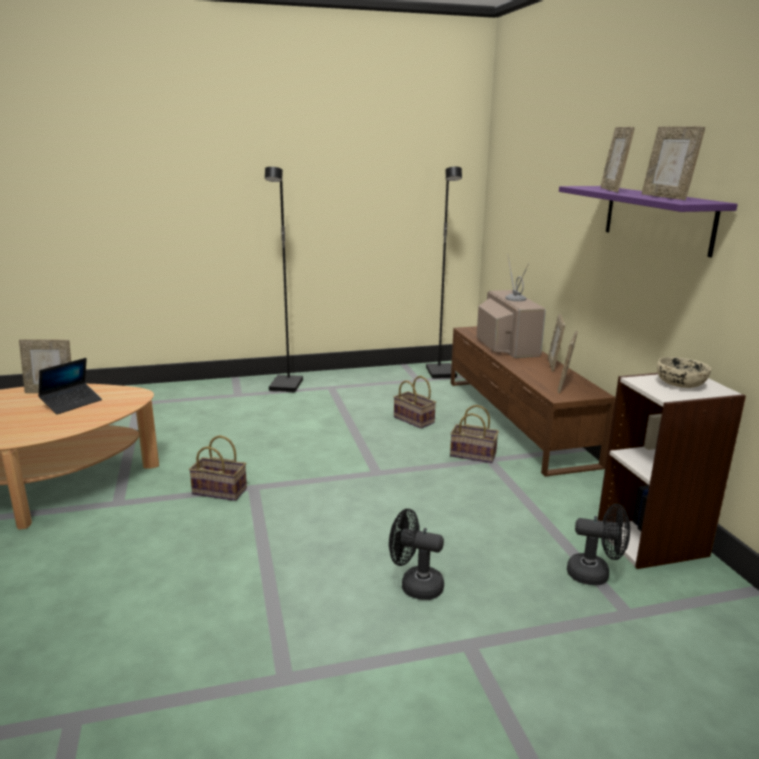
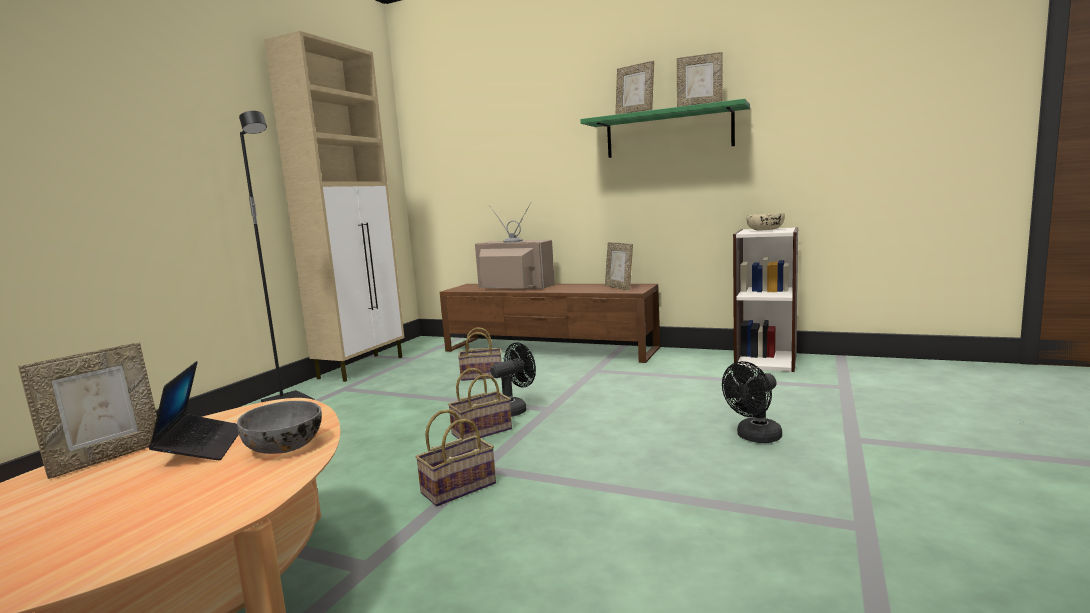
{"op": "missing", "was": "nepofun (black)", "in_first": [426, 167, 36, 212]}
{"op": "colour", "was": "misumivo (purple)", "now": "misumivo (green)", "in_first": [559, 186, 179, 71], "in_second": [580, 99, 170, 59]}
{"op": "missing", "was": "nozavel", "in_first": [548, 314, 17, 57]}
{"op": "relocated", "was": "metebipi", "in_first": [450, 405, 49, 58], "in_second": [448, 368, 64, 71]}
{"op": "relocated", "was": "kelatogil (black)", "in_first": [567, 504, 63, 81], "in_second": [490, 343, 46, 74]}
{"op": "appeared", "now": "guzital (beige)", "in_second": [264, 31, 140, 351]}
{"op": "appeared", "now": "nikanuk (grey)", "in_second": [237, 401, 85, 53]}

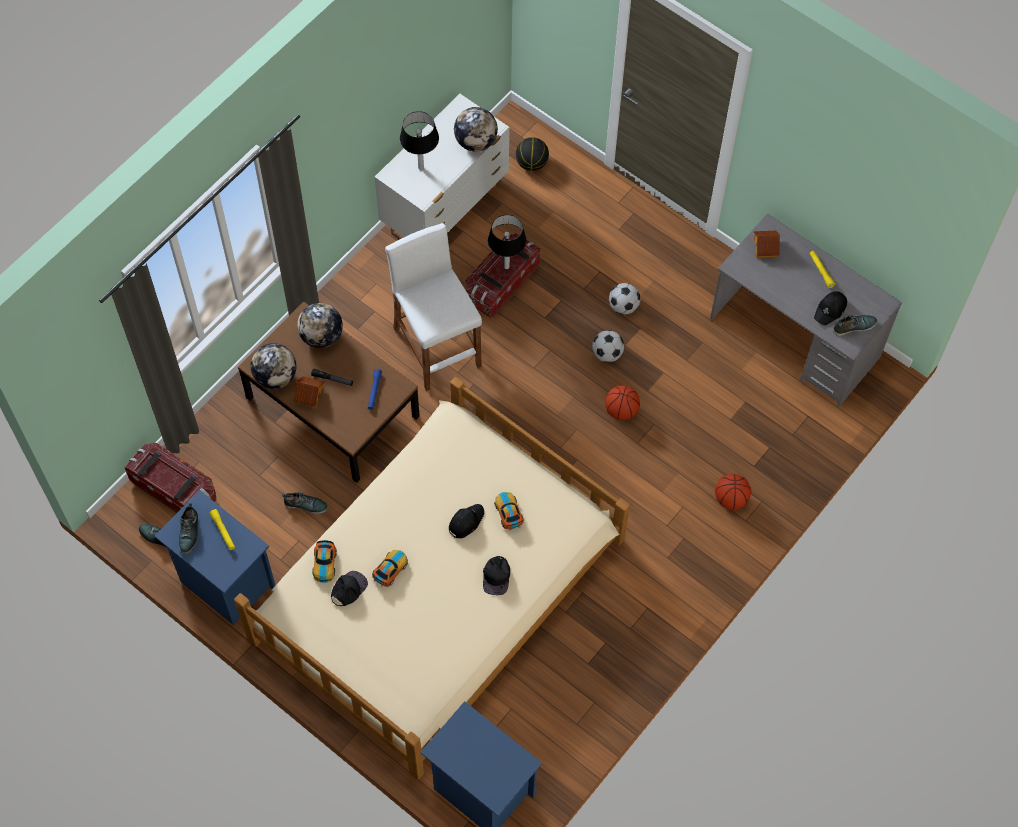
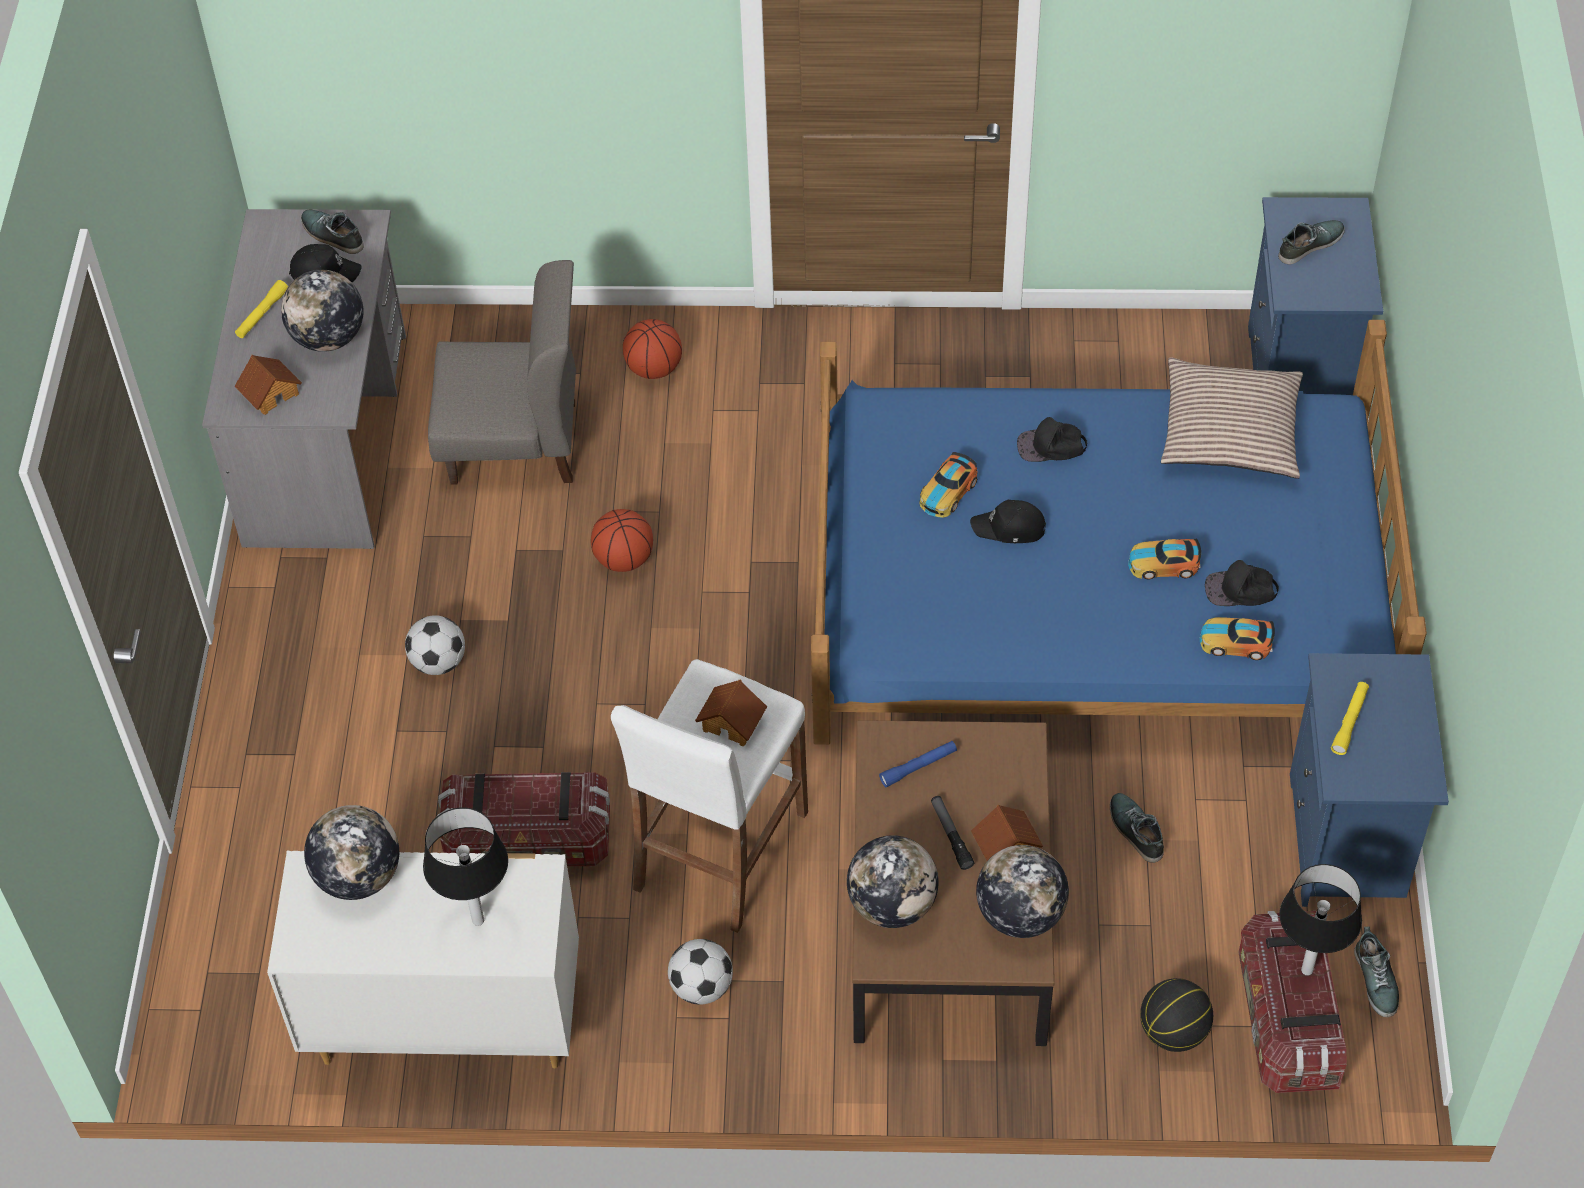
{"op": "relocated", "was": "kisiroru", "in_first": [516, 137, 33, 34], "in_second": [1140, 978, 73, 74]}
{"op": "relocated", "was": "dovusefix", "in_first": [488, 215, 38, 54], "in_second": [1279, 864, 83, 112]}
{"op": "relocated", "was": "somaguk", "in_first": [592, 330, 32, 32], "in_second": [668, 939, 65, 65]}
{"op": "colour", "was": "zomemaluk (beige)", "now": "zomemaluk (blue)", "in_first": [234, 377, 396, 403], "in_second": [811, 320, 616, 425]}
{"op": "relocated", "was": "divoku", "in_first": [179, 503, 19, 51], "in_second": [1278, 220, 67, 45]}
{"op": "spun", "was": "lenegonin", "in_first": [312, 540, 25, 43], "in_second": [1199, 617, 76, 43], "clockwise": -135}
{"op": "spun", "was": "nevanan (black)", "in_first": [483, 556, 27, 39], "in_second": [1017, 417, 70, 45], "clockwise": -150}
{"op": "appeared", "now": "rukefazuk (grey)", "in_second": [428, 260, 148, 225]}
{"op": "appeared", "now": "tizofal", "in_second": [281, 270, 83, 82]}
{"op": "appeared", "now": "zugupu", "in_second": [1161, 357, 142, 122]}
{"op": "appeared", "now": "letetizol", "in_second": [695, 680, 72, 67]}

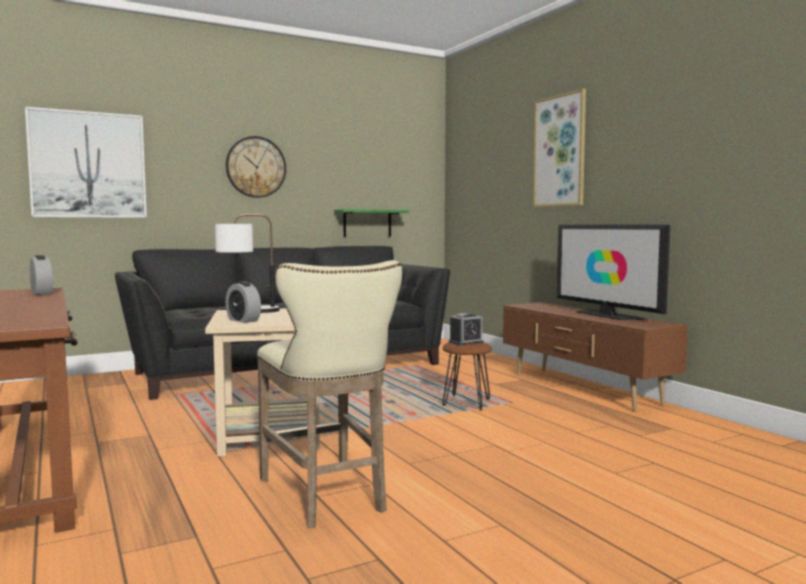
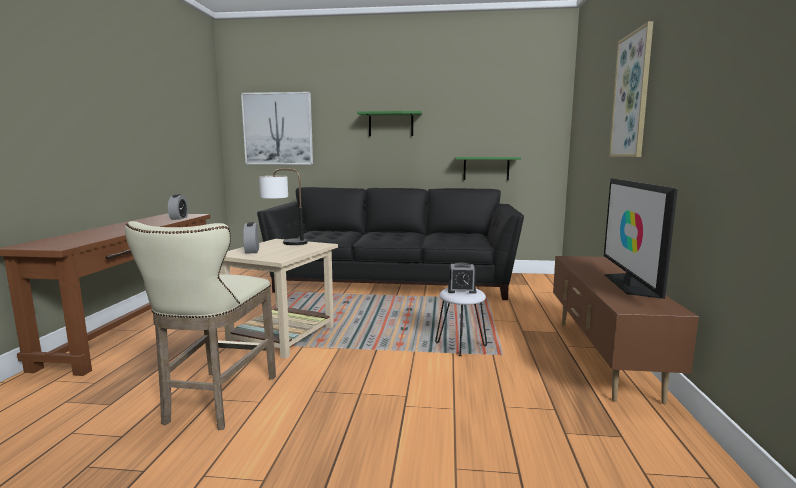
{"op": "exchanged", "was": "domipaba", "now": "misumivo (green)", "in_first": [226, 136, 60, 62], "in_second": [357, 111, 65, 25]}
{"op": "colour", "was": "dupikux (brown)", "now": "dupikux (white)", "in_first": [442, 342, 50, 69], "in_second": [435, 288, 52, 68]}

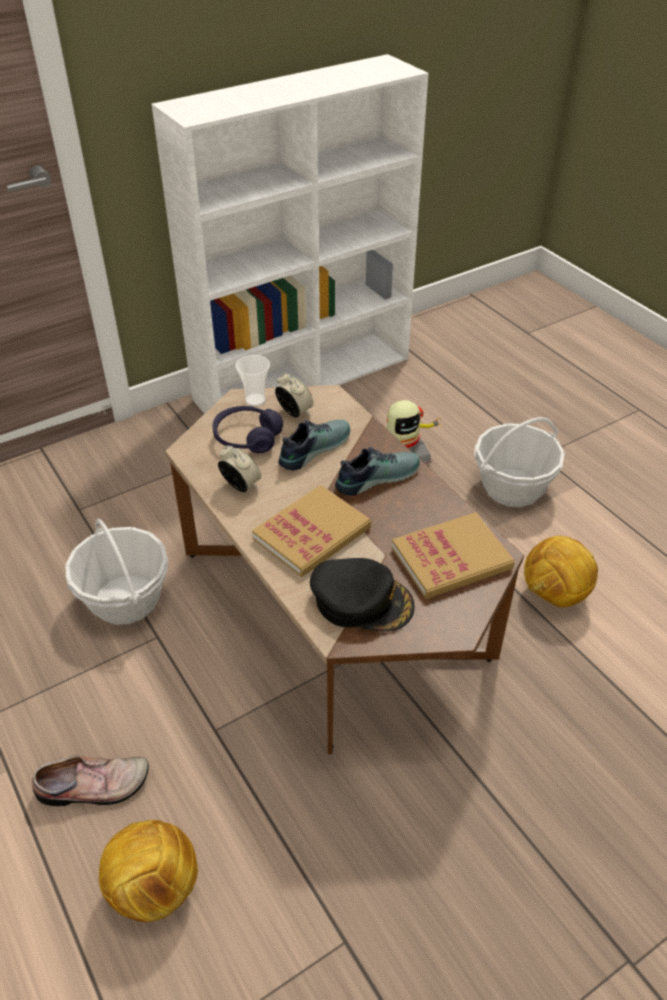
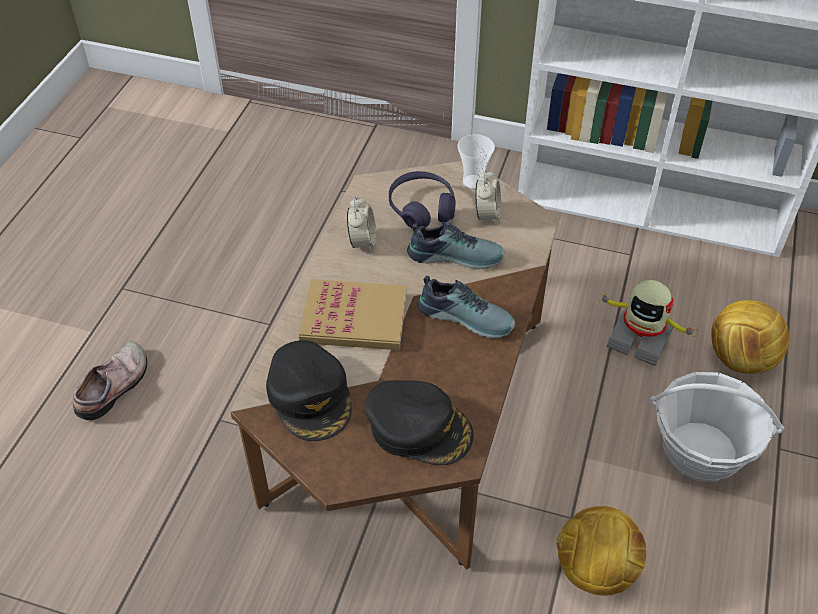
{"op": "exchanged", "was": "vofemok", "now": "nevanan (black)", "in_first": [392, 512, 123, 87], "in_second": [365, 380, 109, 85]}
{"op": "missing", "was": "metebipi", "in_first": [65, 519, 103, 106]}
{"op": "spun", "was": "divoku", "in_first": [32, 755, 117, 51], "in_second": [73, 341, 74, 79], "clockwise": -105}
{"op": "relocated", "was": "somaguk", "in_first": [99, 820, 99, 102], "in_second": [711, 300, 78, 74]}

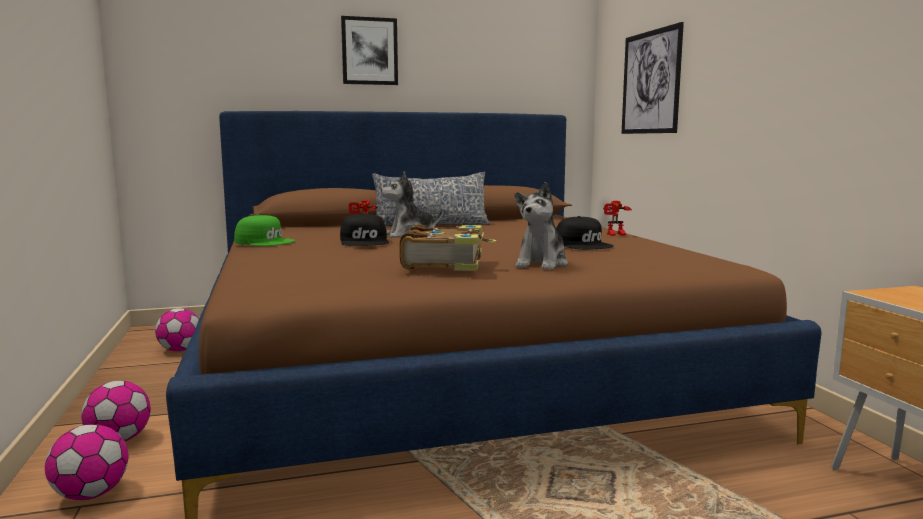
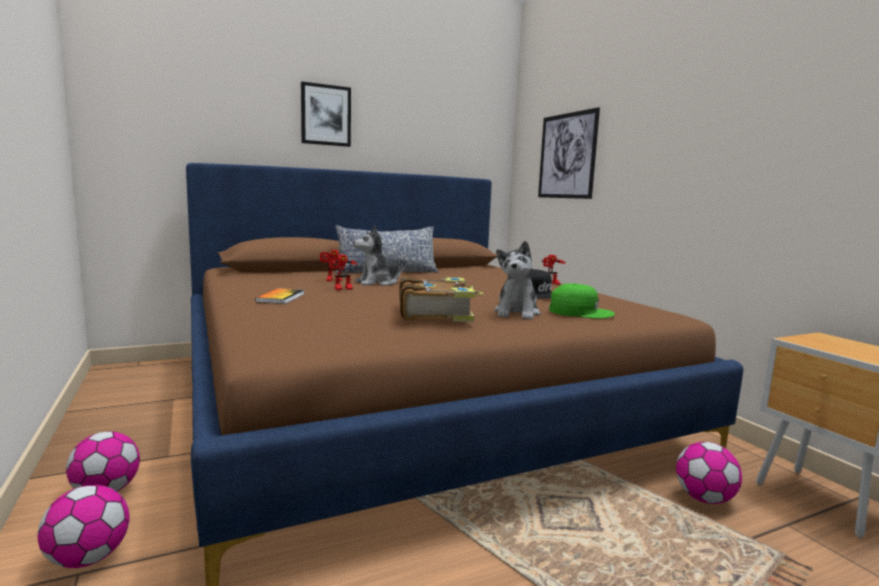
{"op": "exchanged", "was": "nevanan (black)", "now": "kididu", "in_first": [340, 213, 49, 33], "in_second": [329, 255, 28, 35]}
{"op": "relocated", "was": "nevanan (green)", "in_first": [234, 215, 62, 31], "in_second": [549, 283, 66, 36]}
{"op": "relocated", "was": "somaguk", "in_first": [155, 308, 44, 43], "in_second": [676, 442, 66, 62]}
{"op": "appeared", "now": "vofemok", "in_second": [255, 288, 49, 16]}

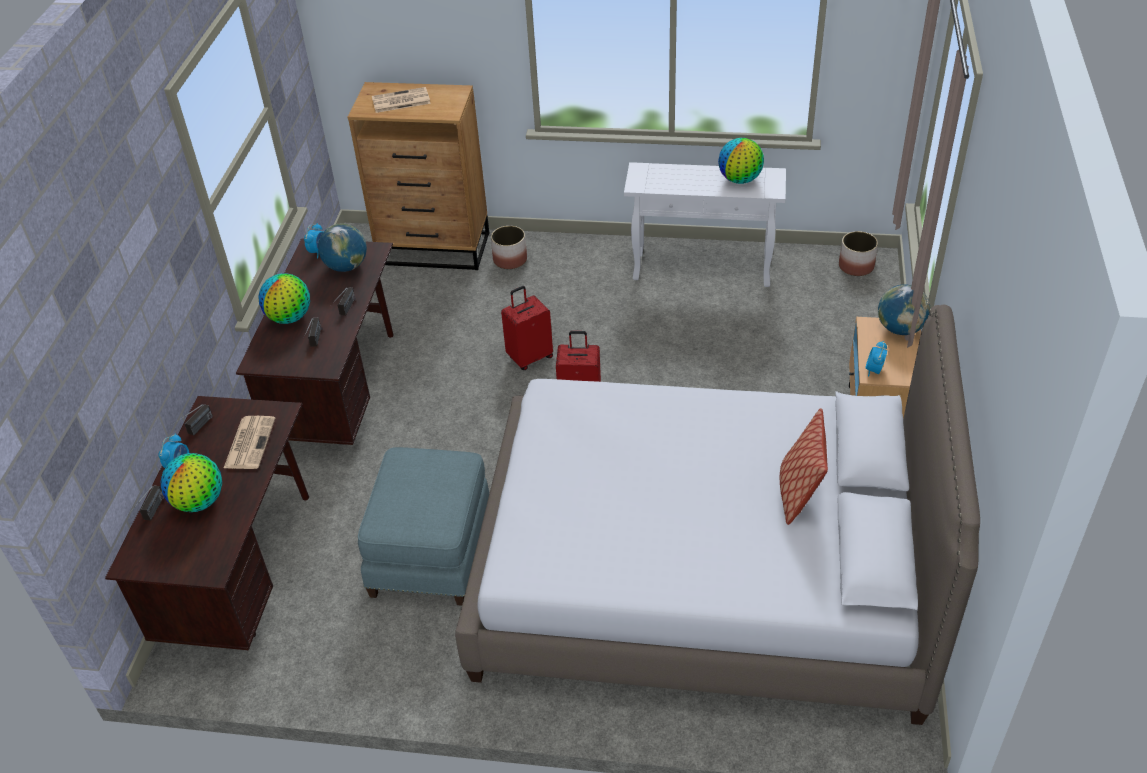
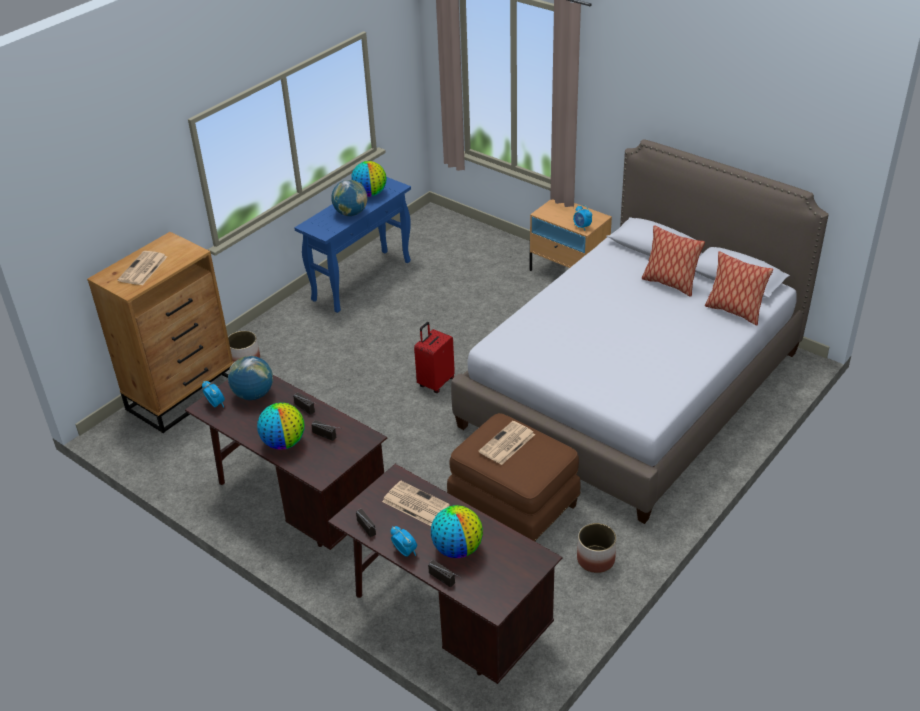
{"op": "colour", "was": "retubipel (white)", "now": "retubipel (blue)", "in_first": [624, 162, 162, 125], "in_second": [294, 177, 117, 136]}
{"op": "relocated", "was": "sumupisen", "in_first": [839, 231, 39, 45], "in_second": [577, 523, 39, 50]}
{"op": "relocated", "was": "tizofal", "in_first": [878, 284, 53, 51], "in_second": [331, 180, 36, 36]}
{"op": "missing", "was": "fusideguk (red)", "in_first": [501, 286, 52, 84]}
{"op": "colour", "was": "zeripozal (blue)", "now": "zeripozal (brown)", "in_first": [358, 447, 131, 159], "in_second": [447, 413, 134, 129]}
{"op": "appeared", "now": "zugupu", "in_second": [705, 251, 68, 75]}
{"op": "appeared", "now": "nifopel", "in_second": [479, 421, 56, 44]}

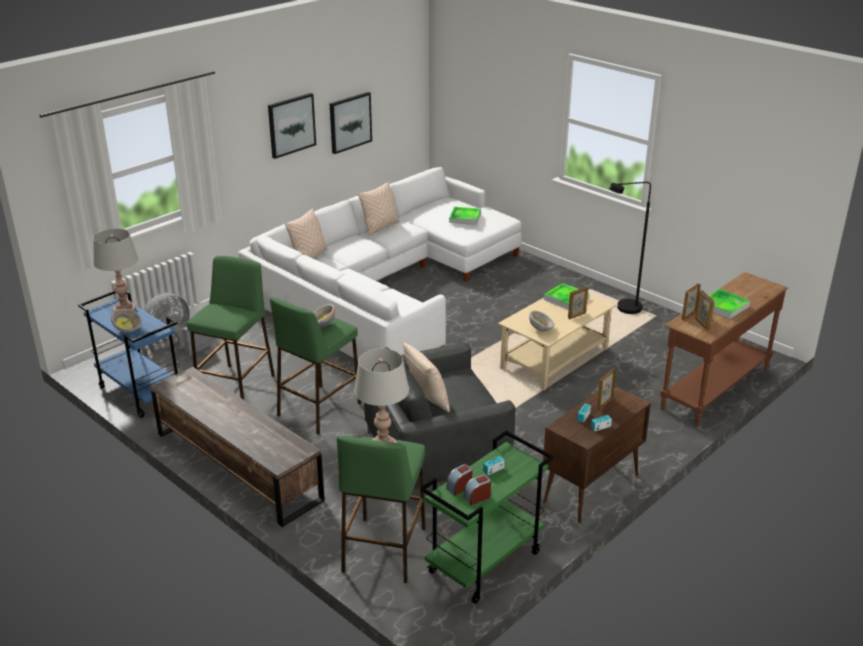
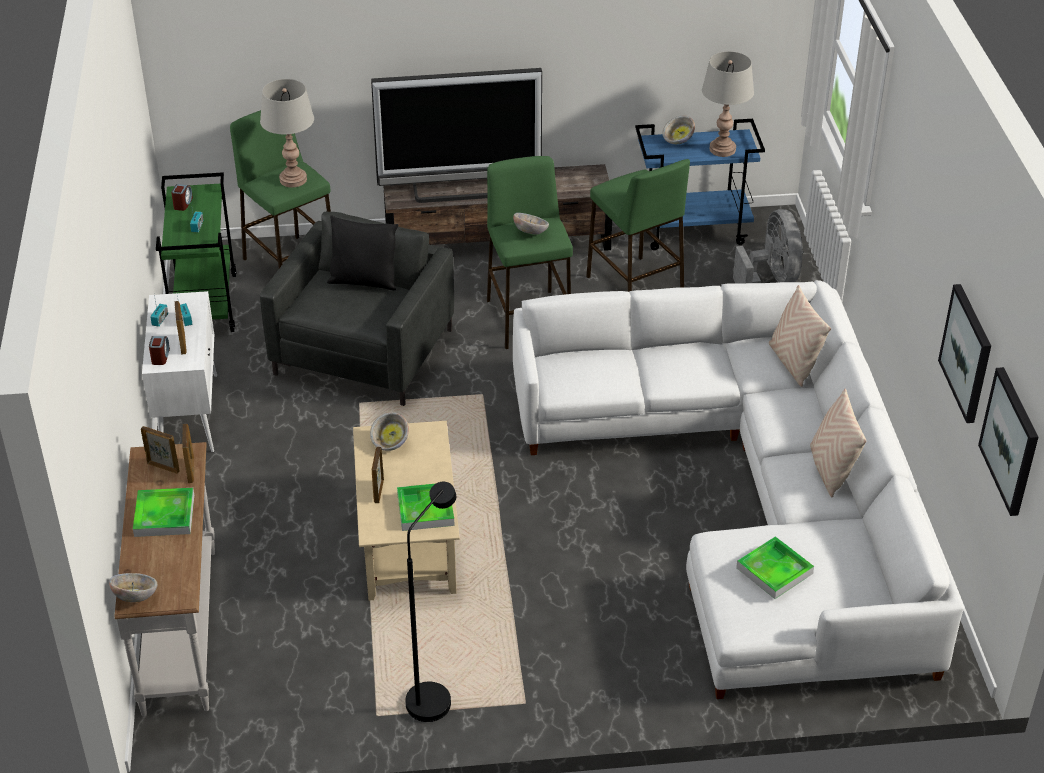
{"op": "relocated", "was": "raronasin", "in_first": [268, 93, 48, 66], "in_second": [978, 367, 60, 149]}
{"op": "colour", "was": "retubipel (brown)", "now": "retubipel (white)", "in_first": [660, 272, 128, 155], "in_second": [115, 442, 100, 274]}
{"op": "colour", "was": "zugupu (beige)", "now": "zugupu (black)", "in_first": [403, 341, 47, 72], "in_second": [327, 215, 71, 75]}
{"op": "colour", "was": "guzital (brown)", "now": "guzital (white)", "in_first": [543, 386, 108, 137], "in_second": [142, 291, 75, 161]}
{"op": "relocated", "was": "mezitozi", "in_first": [447, 464, 25, 32], "in_second": [149, 336, 21, 29]}
{"op": "appeared", "now": "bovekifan", "in_second": [371, 68, 171, 135]}
{"op": "appeared", "now": "nikanuk", "in_second": [109, 573, 49, 29]}

